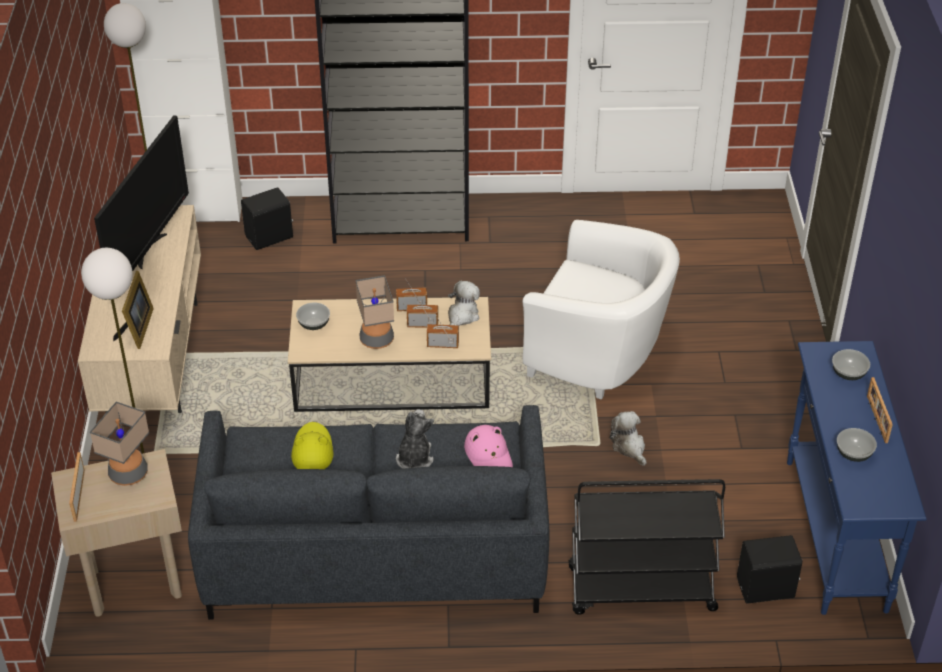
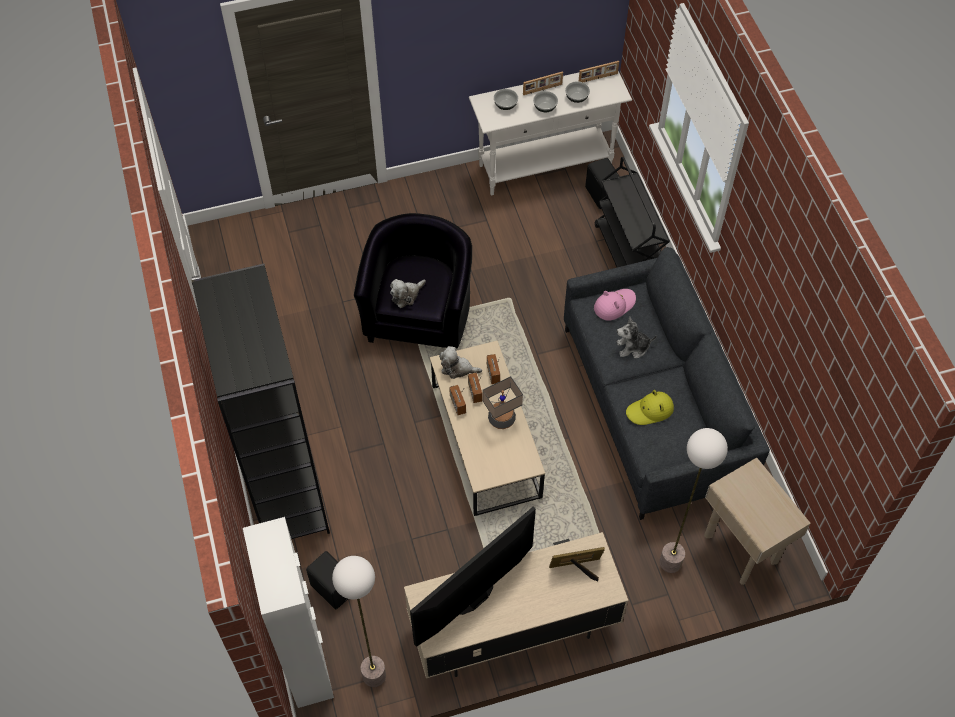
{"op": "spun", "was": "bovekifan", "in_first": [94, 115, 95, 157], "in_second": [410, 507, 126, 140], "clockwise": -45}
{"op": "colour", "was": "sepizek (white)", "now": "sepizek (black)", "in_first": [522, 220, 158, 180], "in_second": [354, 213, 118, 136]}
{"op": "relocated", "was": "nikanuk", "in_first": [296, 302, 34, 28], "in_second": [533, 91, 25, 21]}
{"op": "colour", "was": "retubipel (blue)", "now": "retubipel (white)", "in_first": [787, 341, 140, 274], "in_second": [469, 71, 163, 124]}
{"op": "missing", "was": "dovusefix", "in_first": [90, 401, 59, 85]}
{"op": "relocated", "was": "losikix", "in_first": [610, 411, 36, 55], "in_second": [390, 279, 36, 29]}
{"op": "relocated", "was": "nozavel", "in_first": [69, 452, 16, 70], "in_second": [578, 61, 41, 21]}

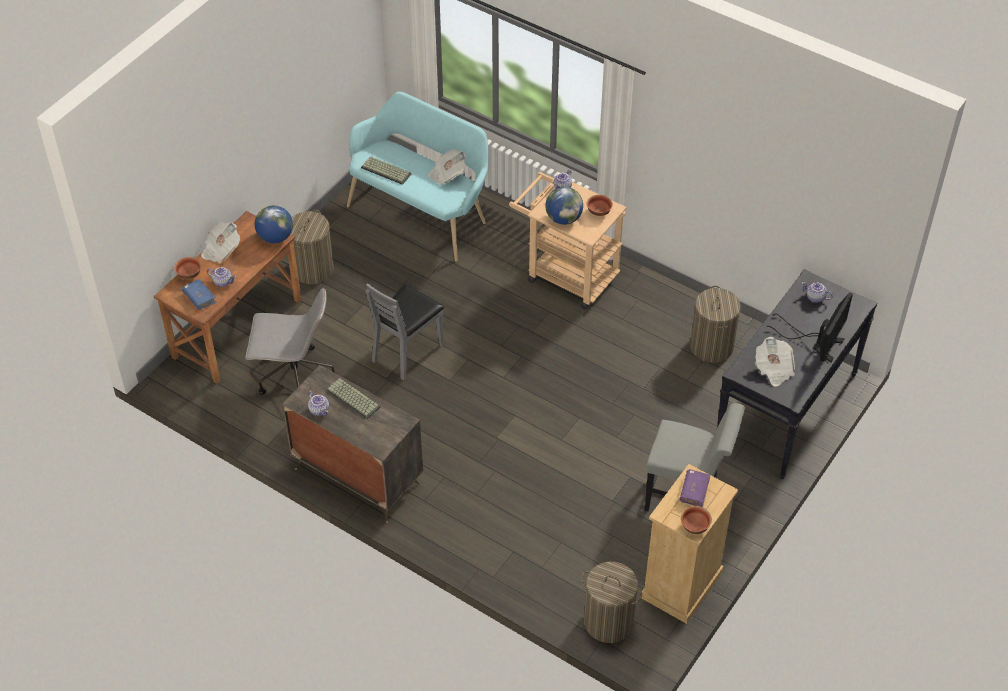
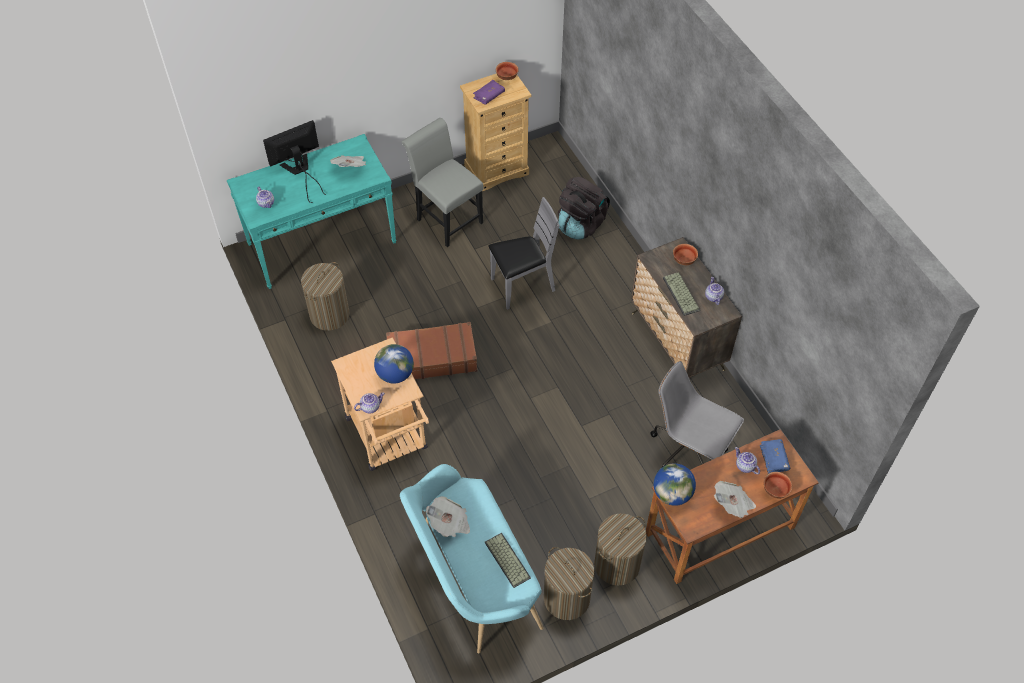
{"op": "relocated", "was": "nikanuk", "in_first": [587, 195, 26, 21], "in_second": [673, 244, 25, 21]}
{"op": "colour", "was": "retubipel (black)", "now": "retubipel (turquoise)", "in_first": [717, 269, 160, 211], "in_second": [227, 134, 170, 155]}
{"op": "relocated", "was": "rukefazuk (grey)", "in_first": [365, 283, 79, 97], "in_second": [488, 197, 72, 113]}
{"op": "relocated", "was": "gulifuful", "in_first": [581, 562, 61, 81], "in_second": [544, 547, 50, 73]}
{"op": "appeared", "now": "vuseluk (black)", "in_second": [558, 177, 52, 63]}
{"op": "appeared", "now": "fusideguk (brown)", "in_second": [386, 322, 91, 57]}

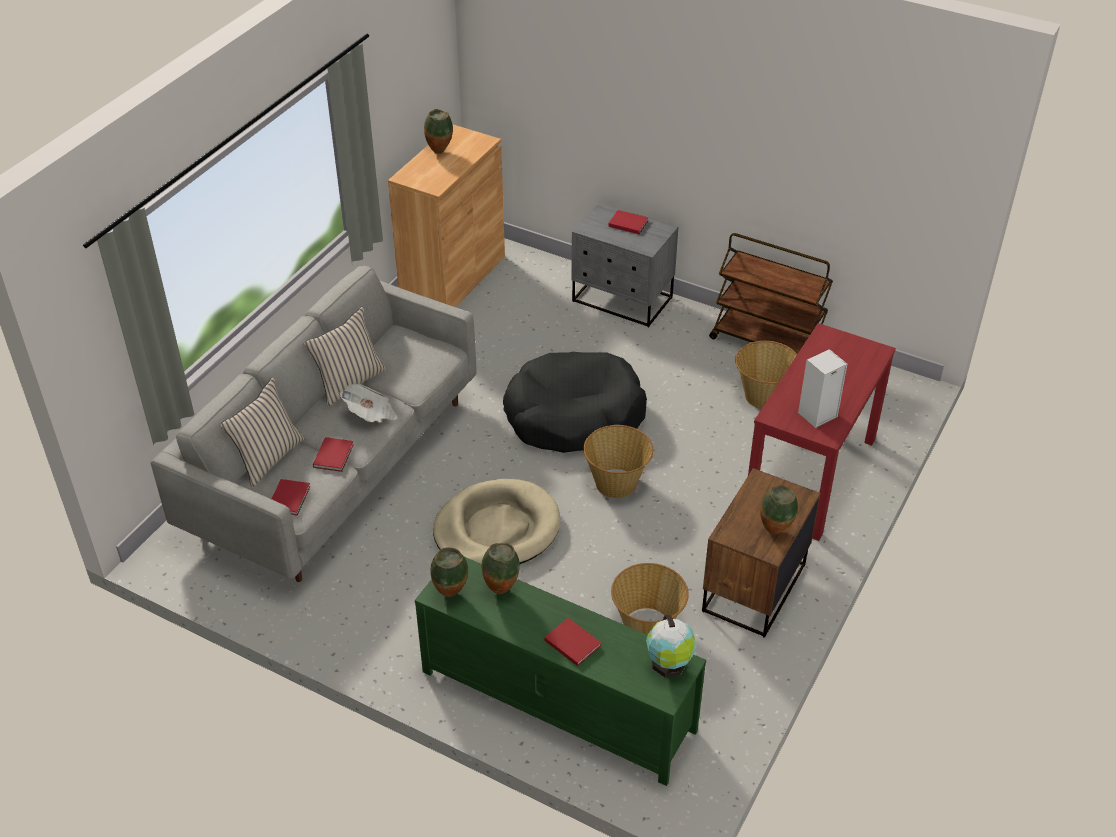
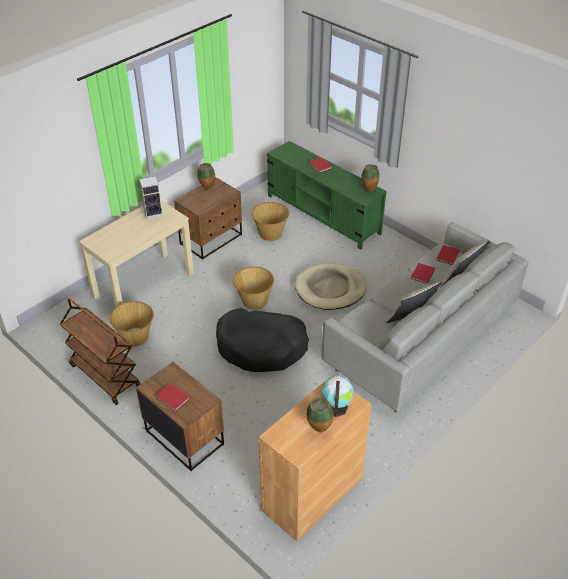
{"op": "colour", "was": "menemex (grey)", "now": "menemex (brown)", "in_first": [571, 202, 107, 125], "in_second": [136, 362, 88, 109]}
{"op": "colour", "was": "retubipel (red)", "now": "retubipel (beige)", "in_first": [748, 323, 148, 218], "in_second": [79, 200, 115, 107]}
{"op": "missing", "was": "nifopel", "in_first": [340, 384, 58, 39]}
{"op": "missing", "was": "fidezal", "in_first": [482, 542, 38, 52]}
{"op": "relocated", "was": "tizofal", "in_first": [646, 615, 50, 62], "in_second": [321, 375, 33, 42]}

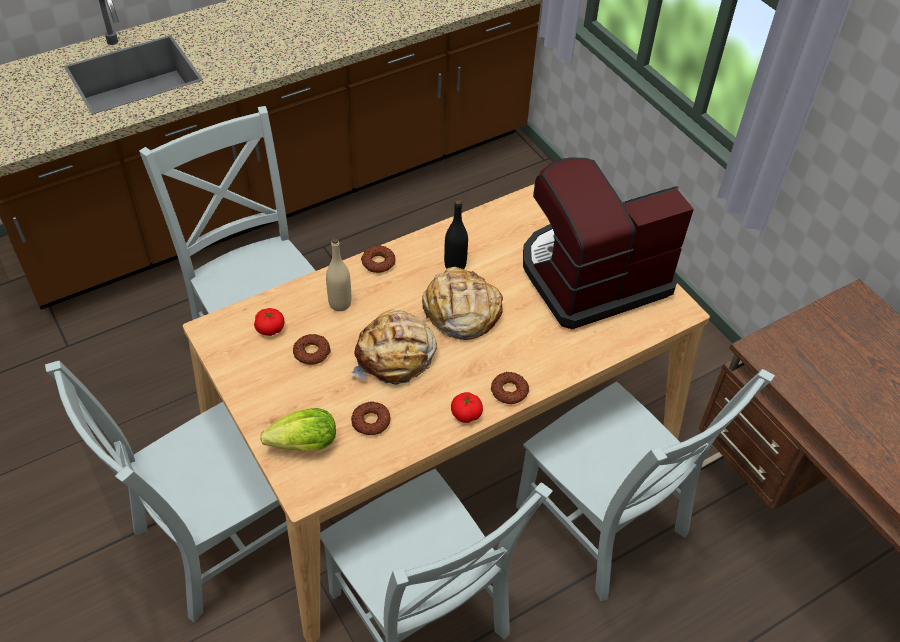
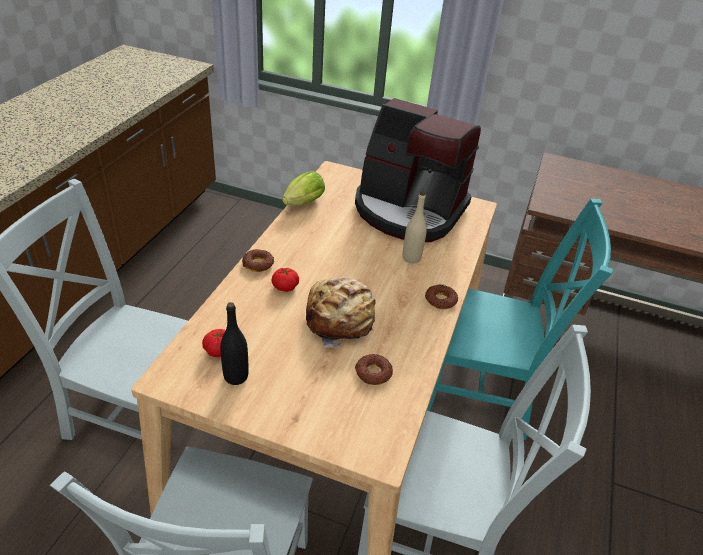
{"op": "spun", "was": "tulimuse", "in_first": [523, 157, 171, 172], "in_second": [355, 98, 126, 144], "clockwise": -90}
{"op": "relocated", "was": "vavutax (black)", "in_first": [444, 200, 24, 69], "in_second": [220, 302, 29, 83]}
{"op": "relocated", "was": "vavutax (beige)", "in_first": [326, 238, 25, 73], "in_second": [403, 192, 24, 72]}
{"op": "missing", "was": "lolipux", "in_first": [422, 267, 81, 73]}
{"op": "missing", "was": "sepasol", "in_first": [293, 334, 38, 31]}
{"op": "colour", "was": "rukefazuk (grey)", "now": "rukefazuk (turquoise)", "in_first": [516, 369, 259, 232], "in_second": [427, 199, 186, 241]}
{"op": "relocated", "was": "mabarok", "in_first": [451, 392, 32, 31], "in_second": [272, 268, 27, 24]}
{"op": "relocated", "was": "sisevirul", "in_first": [260, 408, 76, 43], "in_second": [282, 171, 43, 35]}

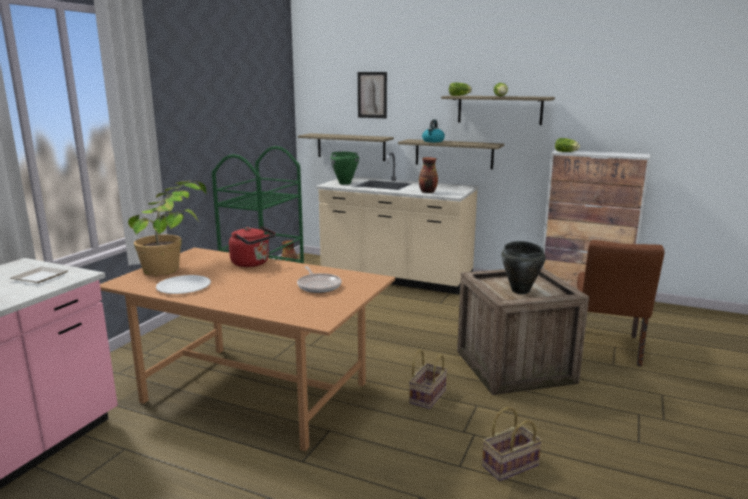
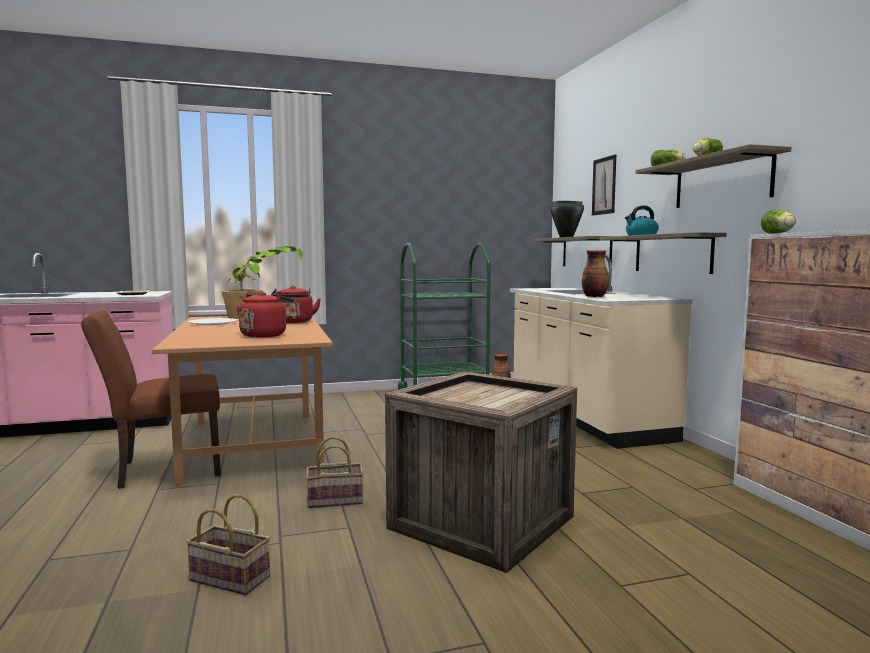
{"op": "missing", "was": "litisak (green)", "in_first": [330, 151, 29, 34]}
{"op": "relocated", "was": "rukefazuk (brown)", "in_first": [577, 240, 87, 126], "in_second": [81, 310, 140, 179]}
{"op": "relocated", "was": "litisak (black)", "in_first": [502, 241, 44, 53], "in_second": [550, 201, 34, 36]}
{"op": "exchanged", "was": "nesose", "now": "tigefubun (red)", "in_first": [297, 266, 45, 27], "in_second": [237, 292, 57, 46]}

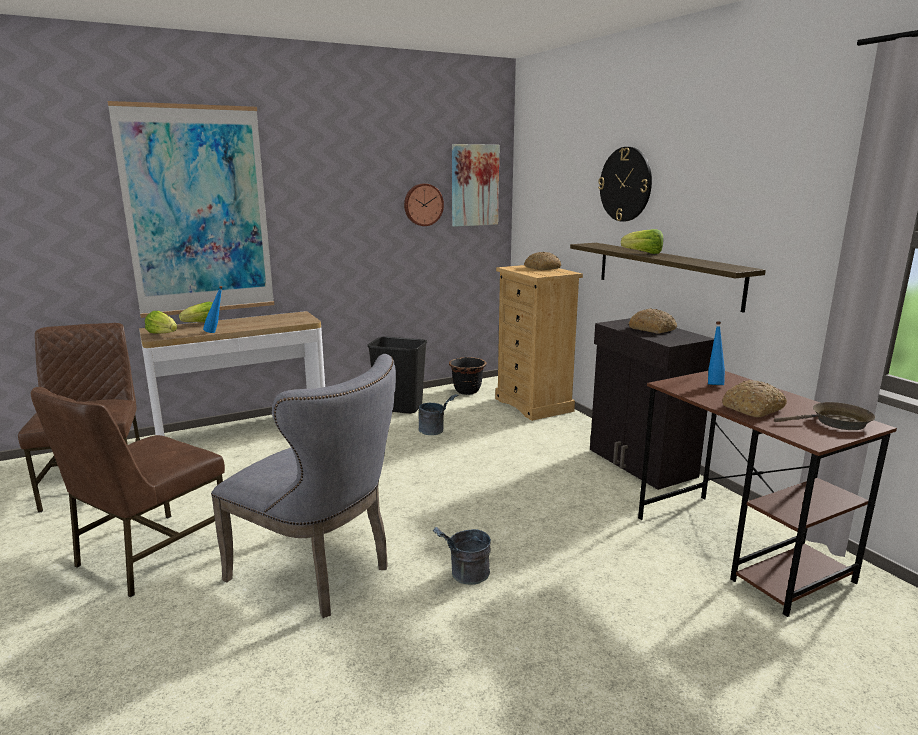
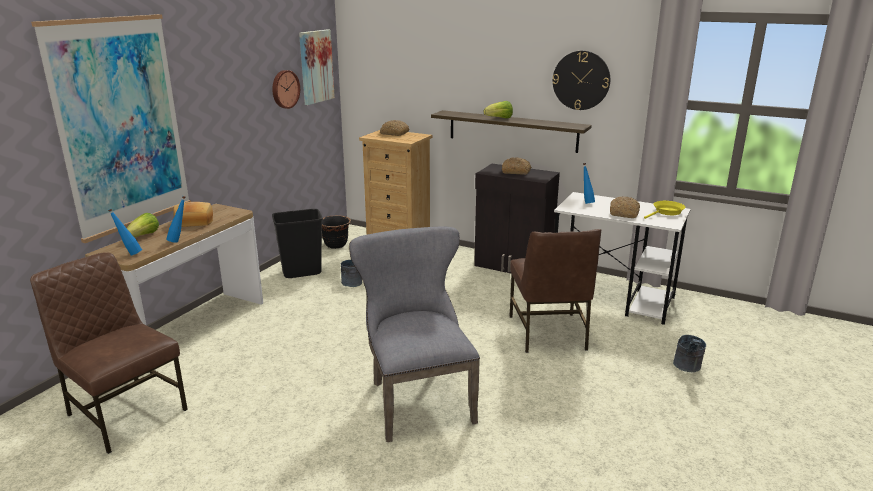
{"op": "relocated", "was": "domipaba", "in_first": [598, 147, 54, 75], "in_second": [552, 51, 58, 59]}
{"op": "exchanged", "was": "sisevirul", "now": "vavutax (blue)", "in_first": [145, 311, 32, 22], "in_second": [108, 209, 34, 46]}
{"op": "spun", "was": "rukefazuk (grey)", "in_first": [211, 354, 185, 264], "in_second": [349, 226, 131, 216], "clockwise": -105}
{"op": "colour", "was": "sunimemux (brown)", "now": "sunimemux (white)", "in_first": [638, 371, 259, 246], "in_second": [554, 192, 137, 133]}
{"op": "relocated", "was": "rukefazuk (brown)", "in_first": [31, 387, 194, 210], "in_second": [510, 229, 91, 124]}
{"op": "colour", "was": "nesose (brown)", "now": "nesose (yellow)", "in_first": [774, 402, 101, 28], "in_second": [644, 201, 41, 18]}
{"op": "relocated", "was": "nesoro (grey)", "in_first": [433, 527, 58, 58], "in_second": [673, 335, 33, 37]}
{"op": "appeared", "now": "lolipux", "in_second": [173, 202, 40, 25]}

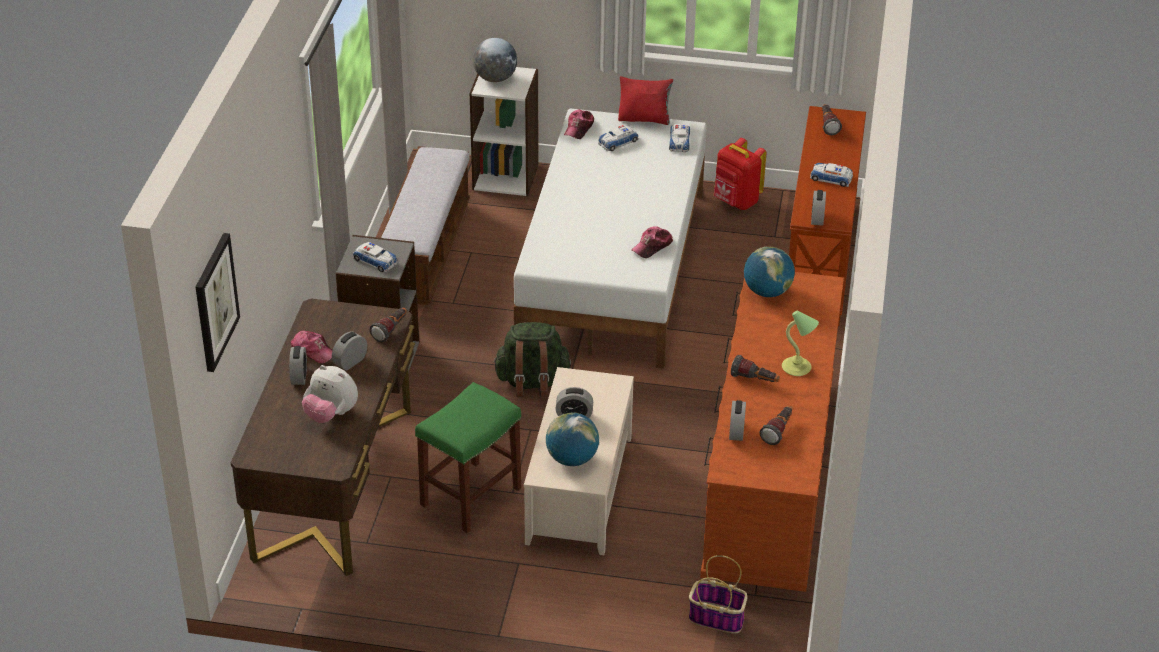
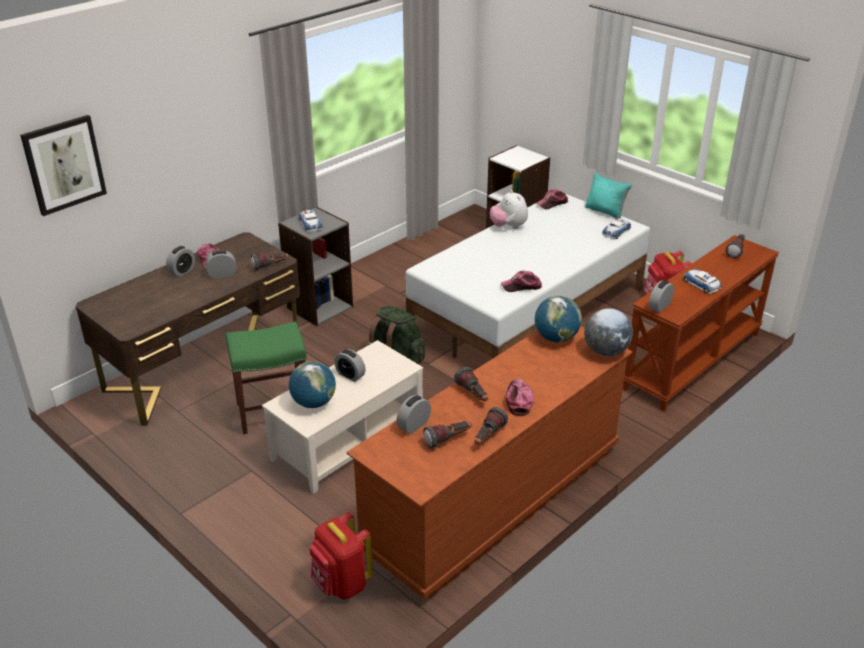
{"op": "relocated", "was": "tizofal", "in_first": [473, 38, 44, 44], "in_second": [584, 308, 49, 48]}
{"op": "colour", "was": "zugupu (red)", "now": "zugupu (turquoise)", "in_first": [618, 76, 55, 49], "in_second": [585, 172, 47, 47]}
{"op": "missing", "was": "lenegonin", "in_first": [598, 125, 41, 26]}
{"op": "missing", "was": "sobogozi", "in_first": [380, 146, 90, 159]}
{"op": "exchanged", "was": "dovusefix", "now": "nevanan", "in_first": [782, 311, 37, 65], "in_second": [506, 379, 28, 37]}
{"op": "relocated", "was": "losikix", "in_first": [302, 365, 56, 58], "in_second": [490, 190, 38, 39]}
{"op": "exchanged", "was": "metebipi", "now": "vuseluk (red)", "in_first": [689, 555, 58, 78], "in_second": [310, 512, 63, 88]}
{"op": "appeared", "now": "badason", "in_second": [475, 407, 33, 38]}

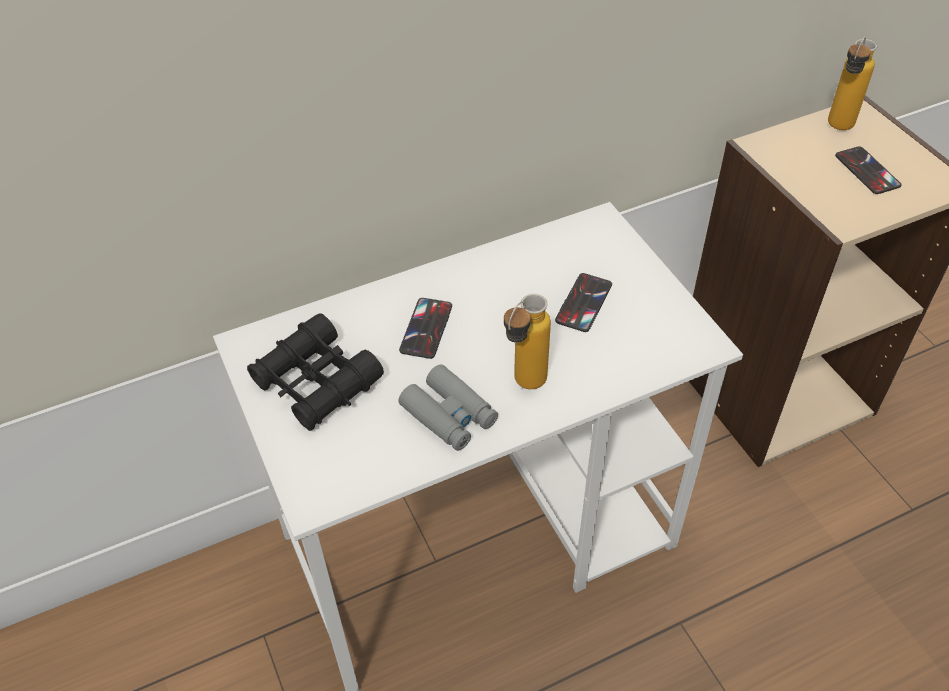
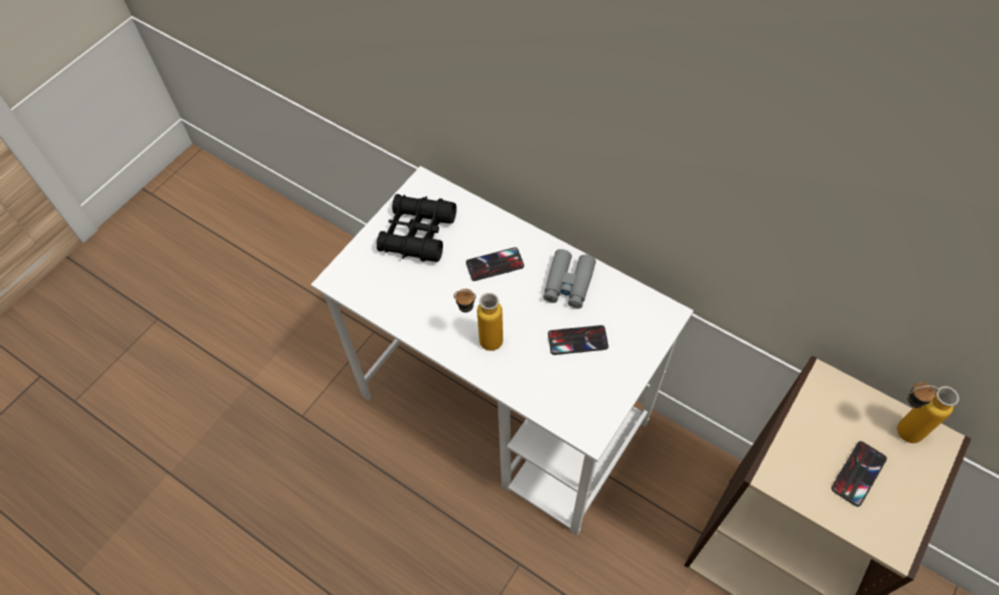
{"op": "relocated", "was": "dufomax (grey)", "in_first": [398, 364, 100, 87], "in_second": [543, 249, 53, 60]}

